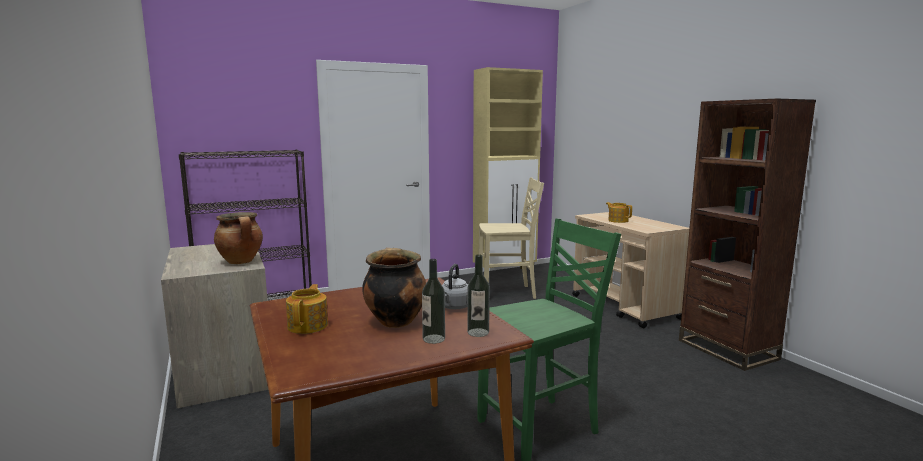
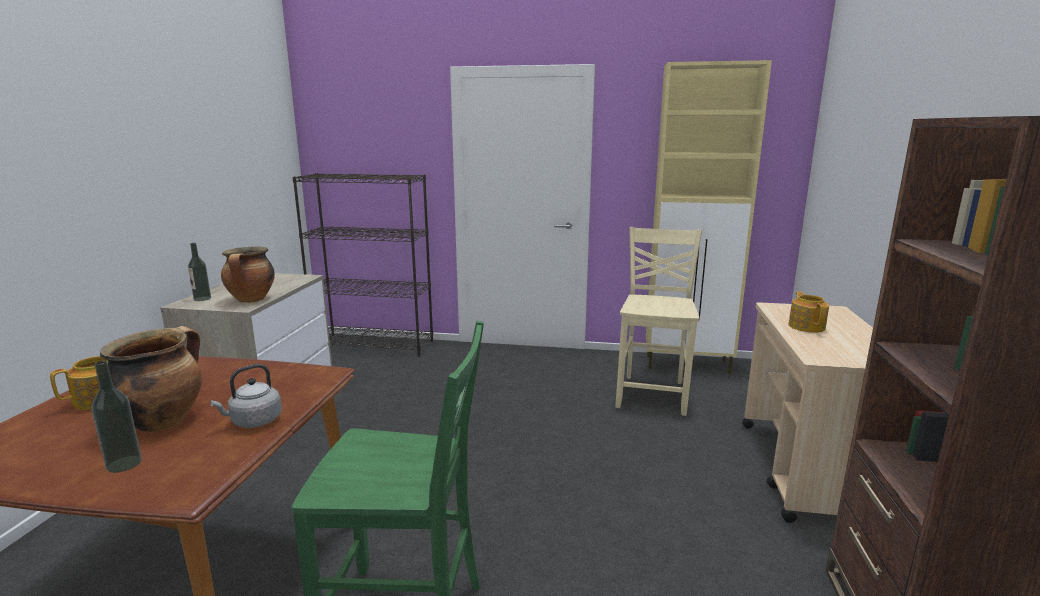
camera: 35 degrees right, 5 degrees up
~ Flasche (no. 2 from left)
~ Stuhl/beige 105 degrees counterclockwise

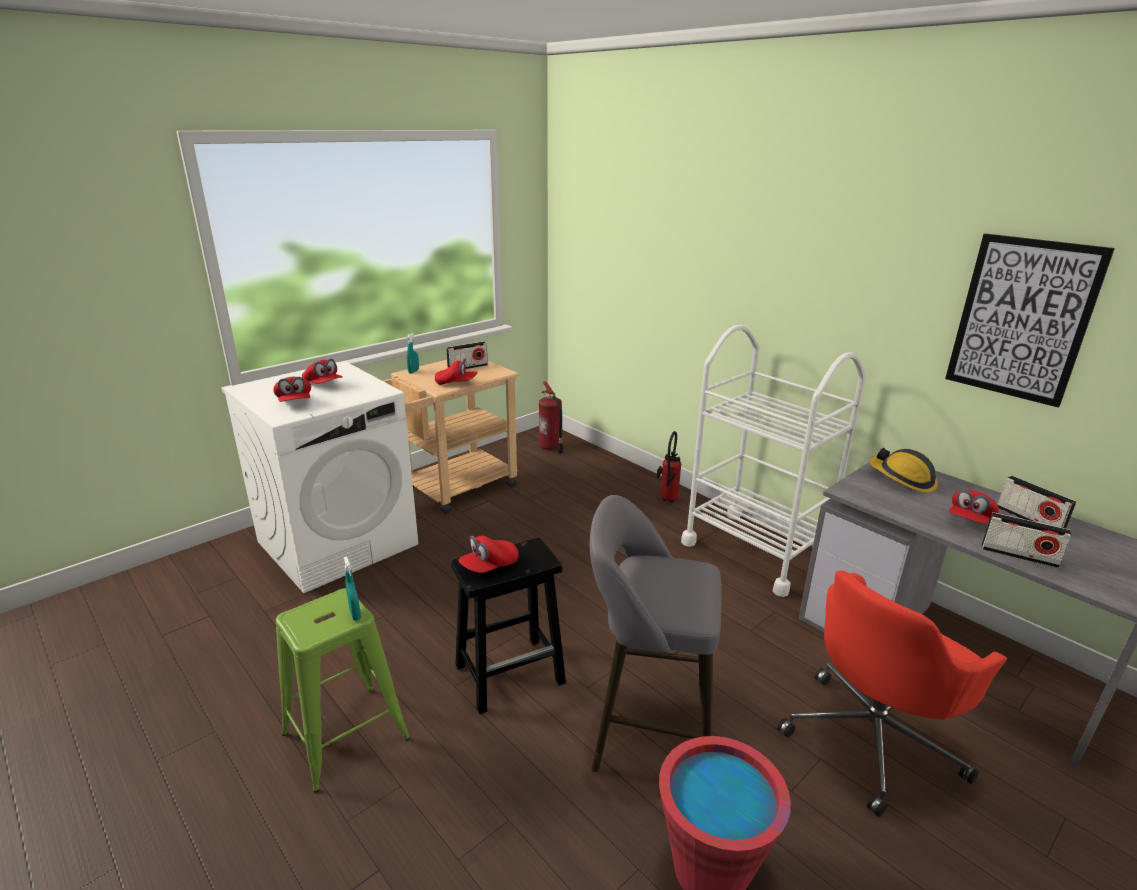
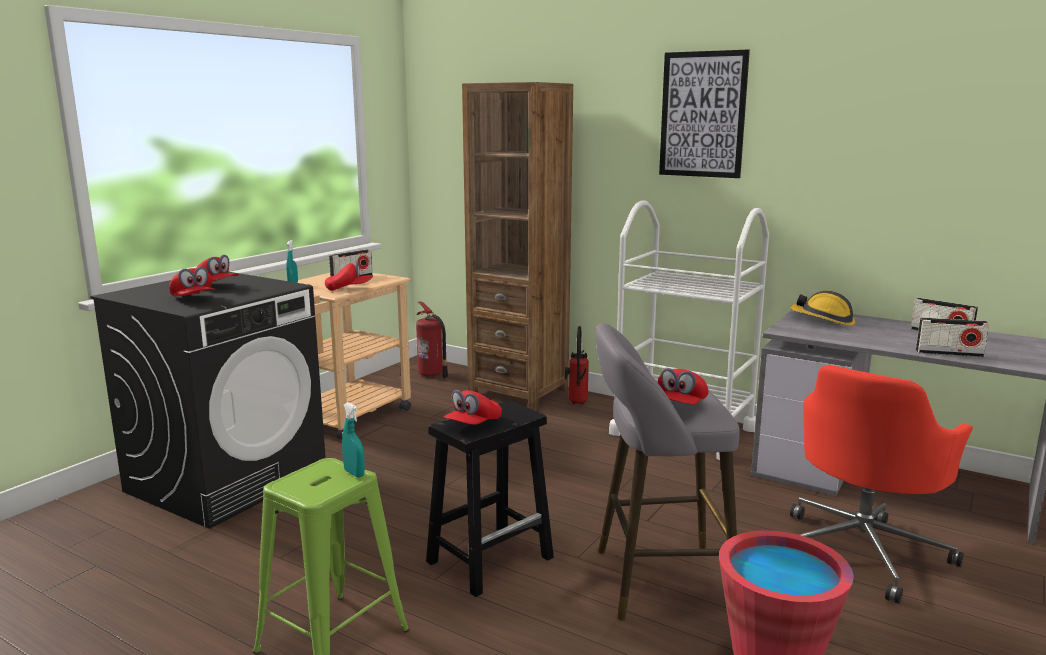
camera: 15 degrees left, 10 degrees down
~ Waschmaschine/weiß to Waschmaschine/schwarz
+ Bücherregal/braun
~ Kappe/rot (no. 5 from left)
~ Bild

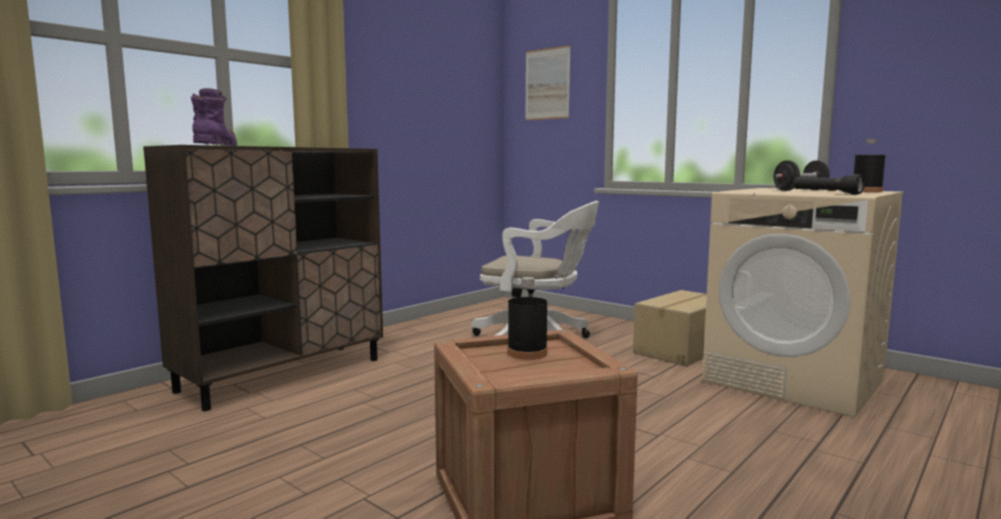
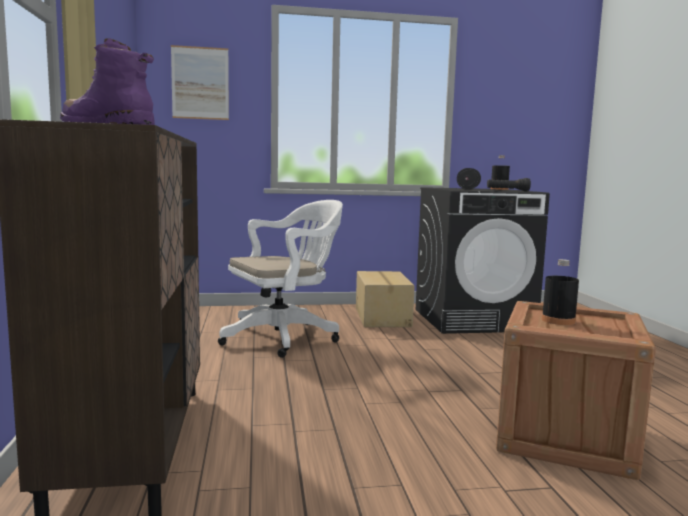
camera: 50 degrees left, 0 degrees up
~ Waschmaschine/beige to Waschmaschine/schwarz

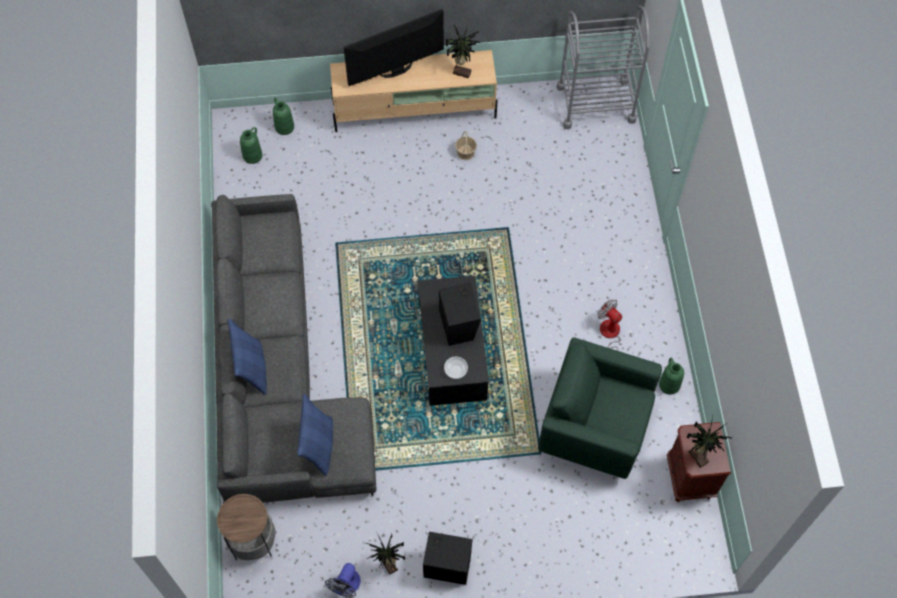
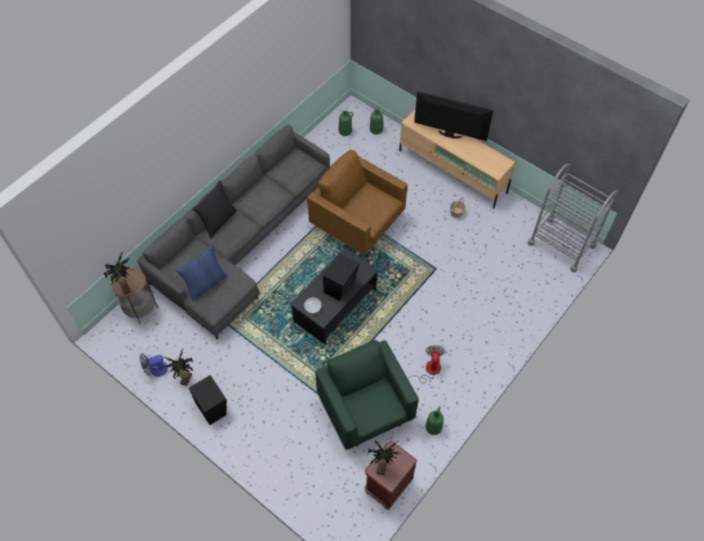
camera: 45 degrees right, 5 degrees down
~ Topfpflanze (no. 2 from left in the first image) to Topfpflanze (no. 1 from left)
~ Kissen/blau (no. 1 from left) to Kissen/schwarz
+ Sessel/braun

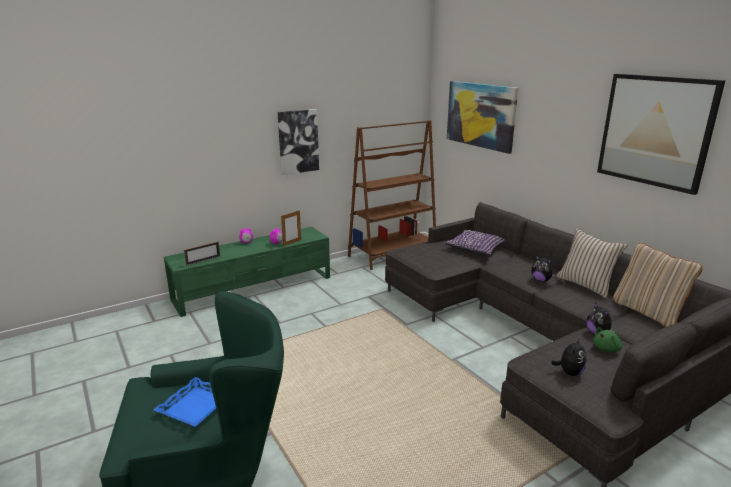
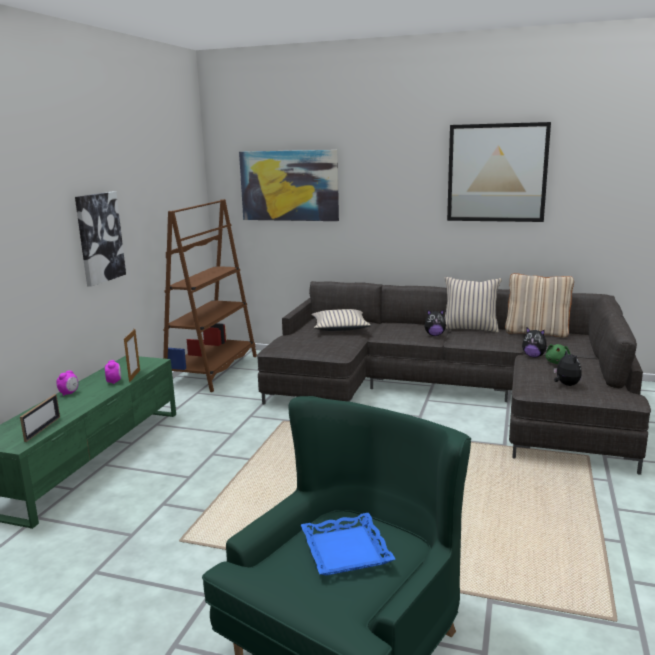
camera: 40 degrees left, 5 degrees down
~ Kissen/lila to Kissen/beige (no. 1 from left)

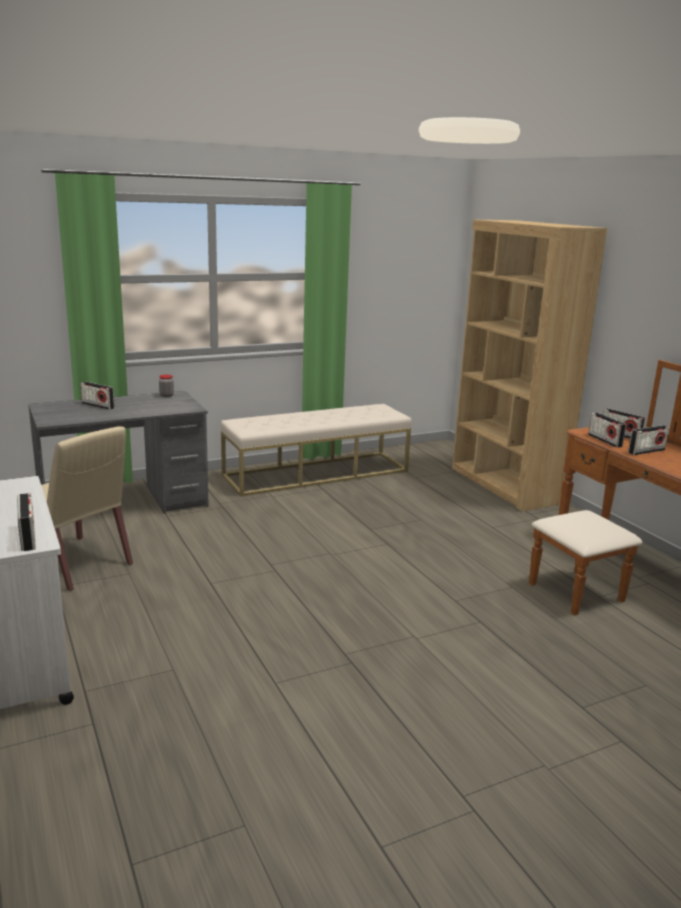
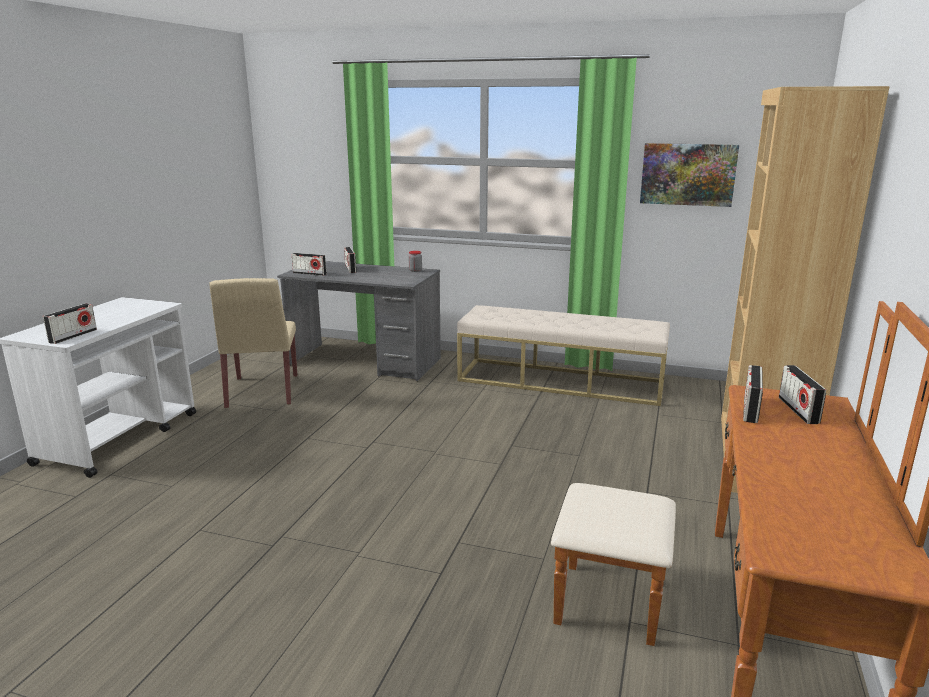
camera: 45 degrees right, 0 degrees up
~ Radio (no. 5 from left in the first image) to Radio (no. 2 from left)
+ Bild

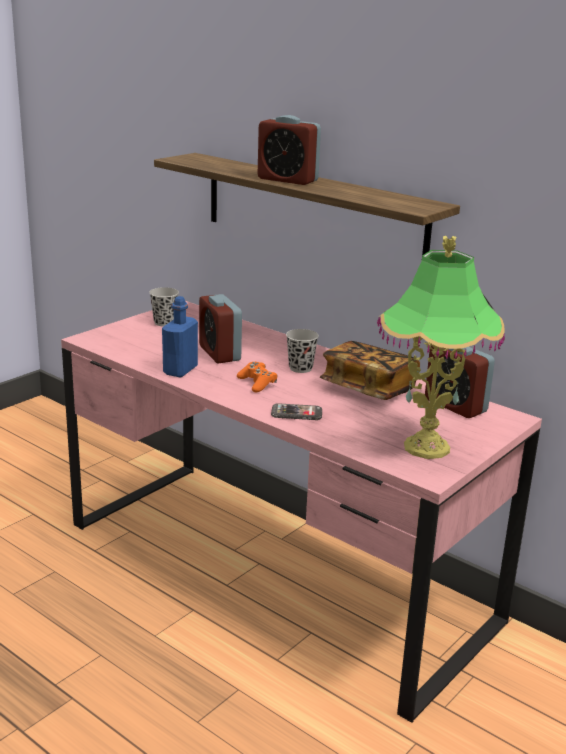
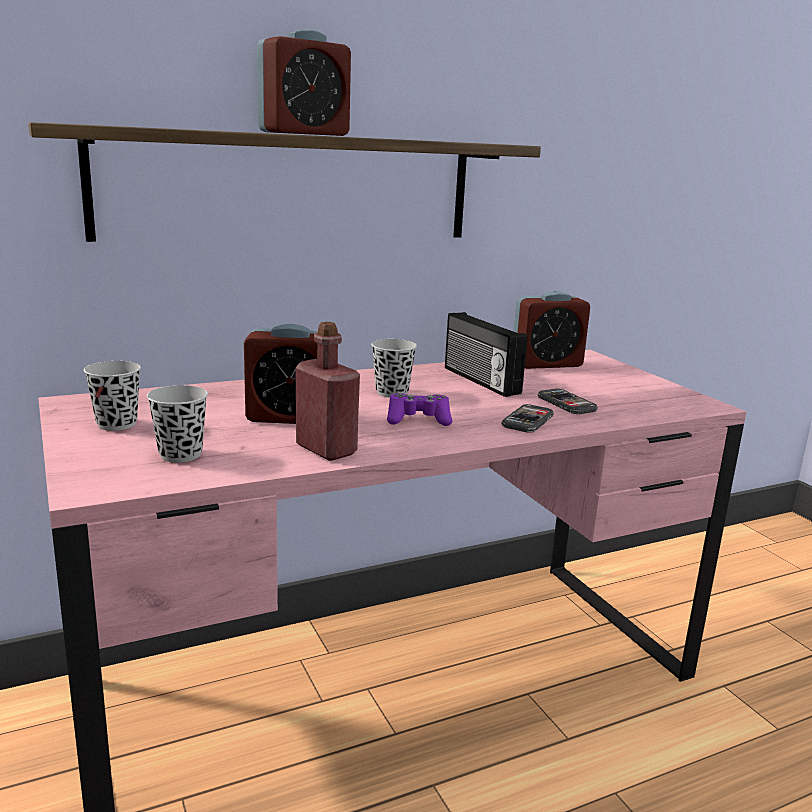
camera: 65 degrees left, 5 degrees down
+ Tasse/schwarz (no. 2 from left)
~ Flasche/blau to Flasche/rot
~ Gamepad/orange to Gamepad/lila
~ Buch to Radio
+ Handy (no. 2 from left)
- Tischlampe

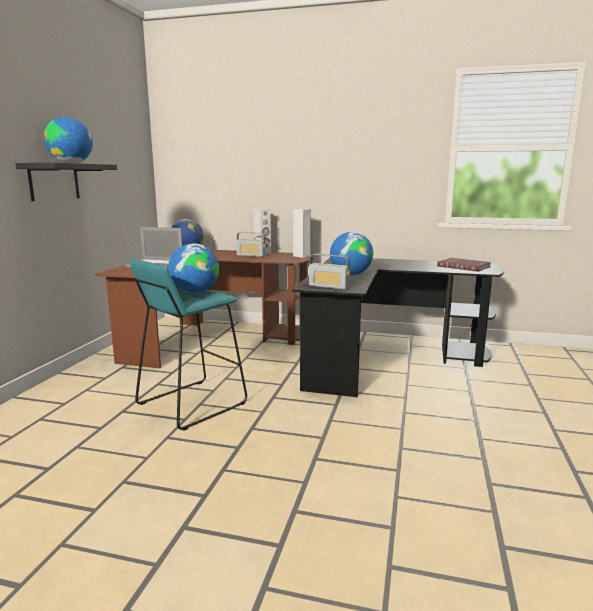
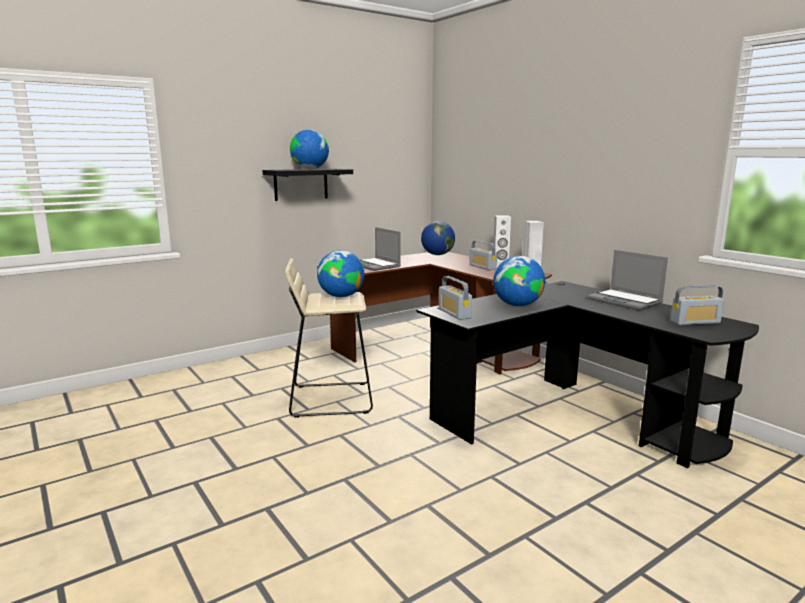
camera: 40 degrees right, 0 degrees up
~ Hocker/türkis to Hocker/beige
+ Laptop (no. 2 from left)
~ Buch/rot to Radio (no. 3 from left)

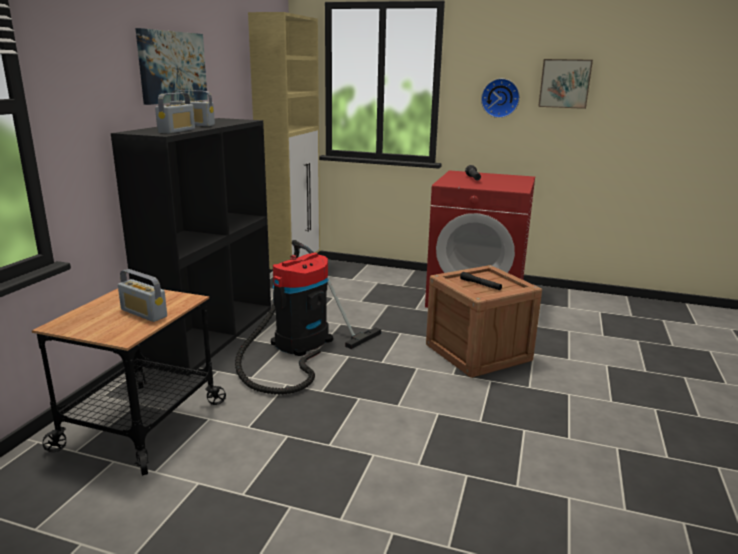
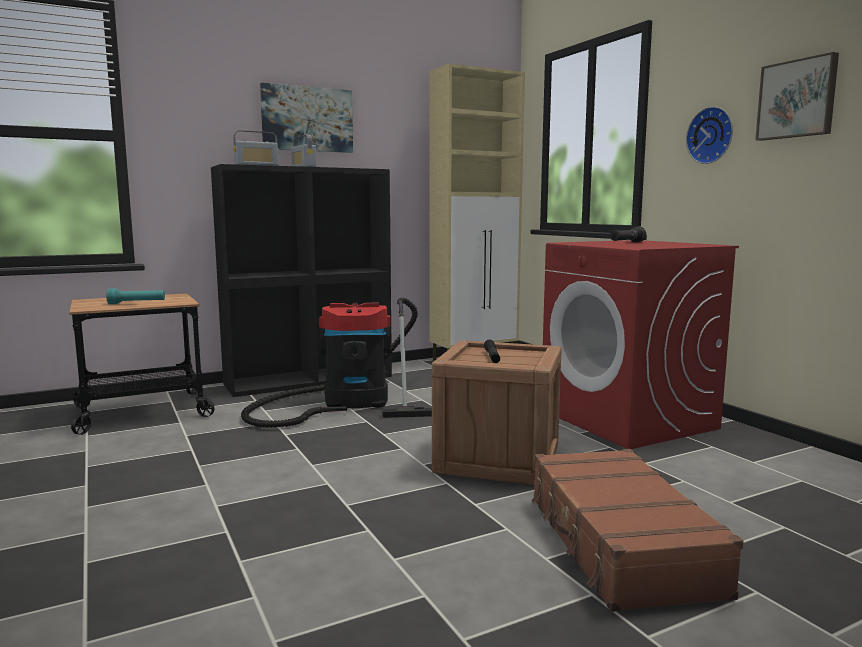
camera: 45 degrees right, 10 degrees down
~ Radio (no. 1 from left) to Taschenlampe/türkis
+ Koffer/braun

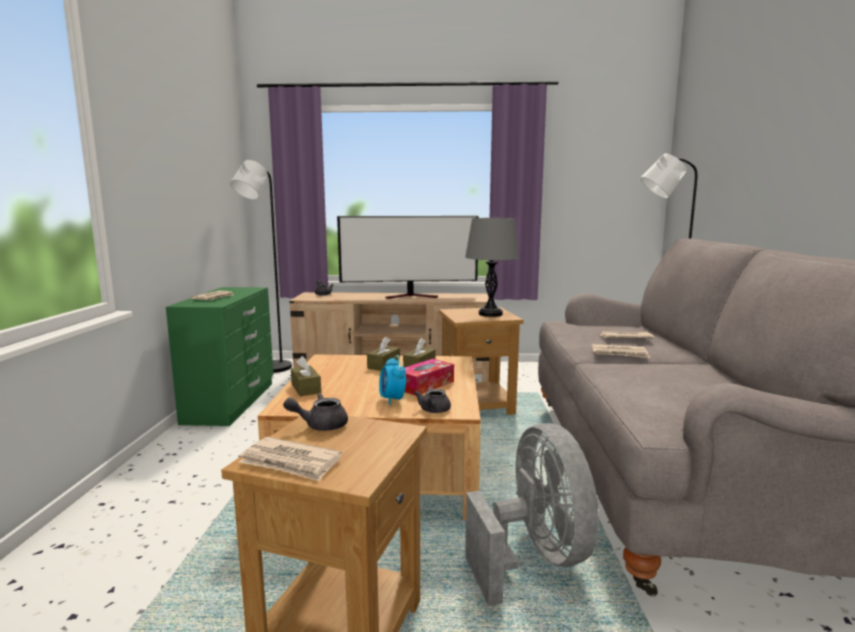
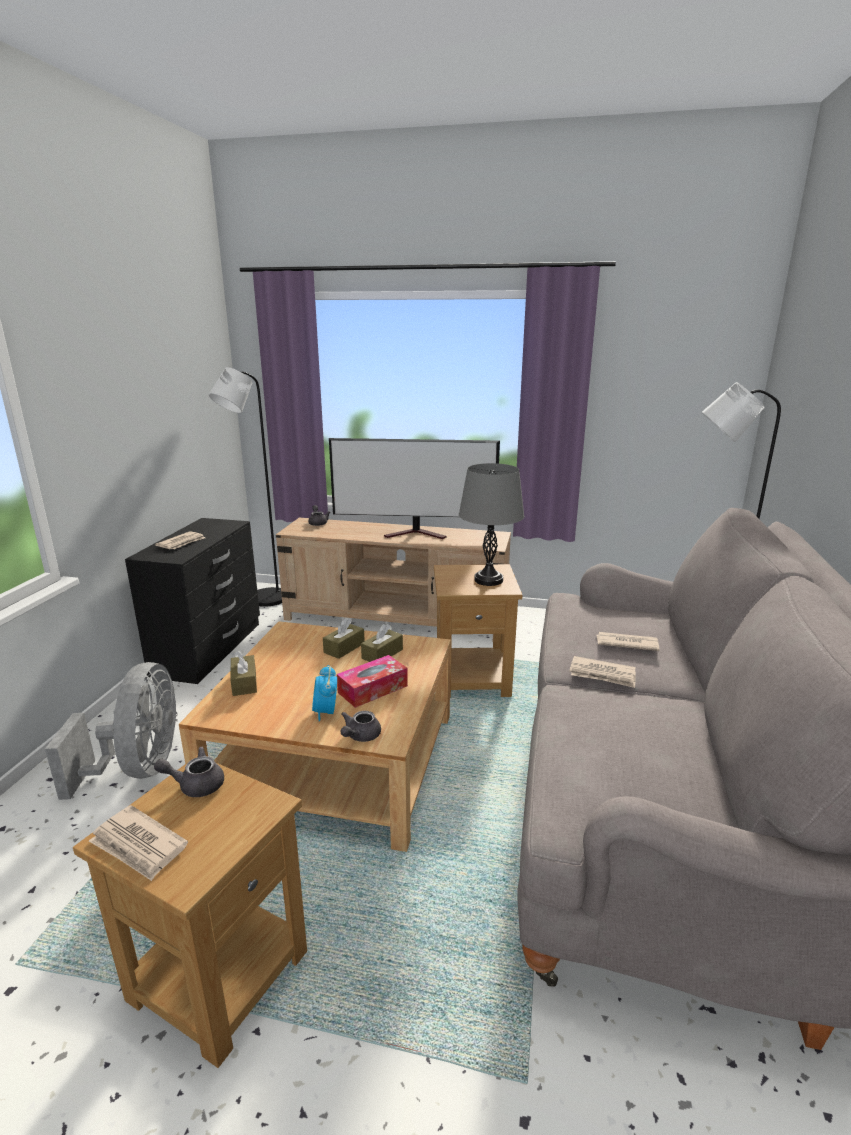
camera: 10 degrees right, 10 degrees up
~ Ventilator/grau
~ Kommode/grün to Kommode/schwarz

